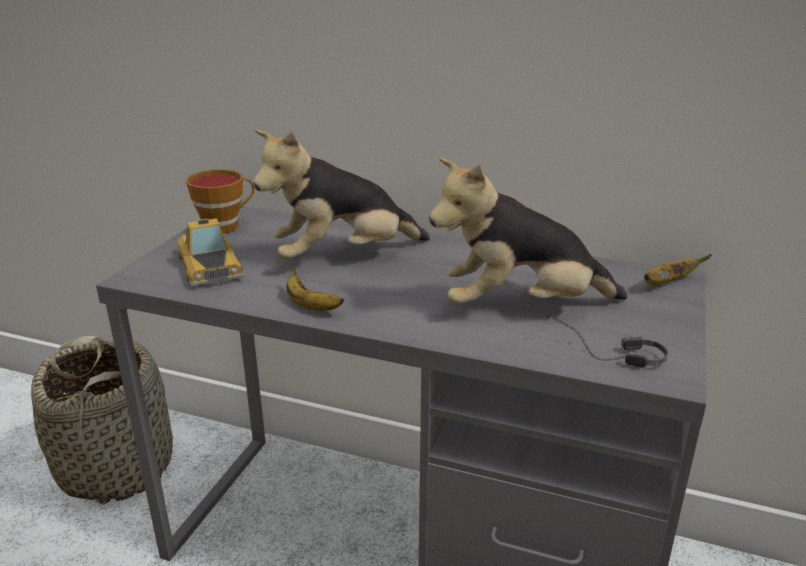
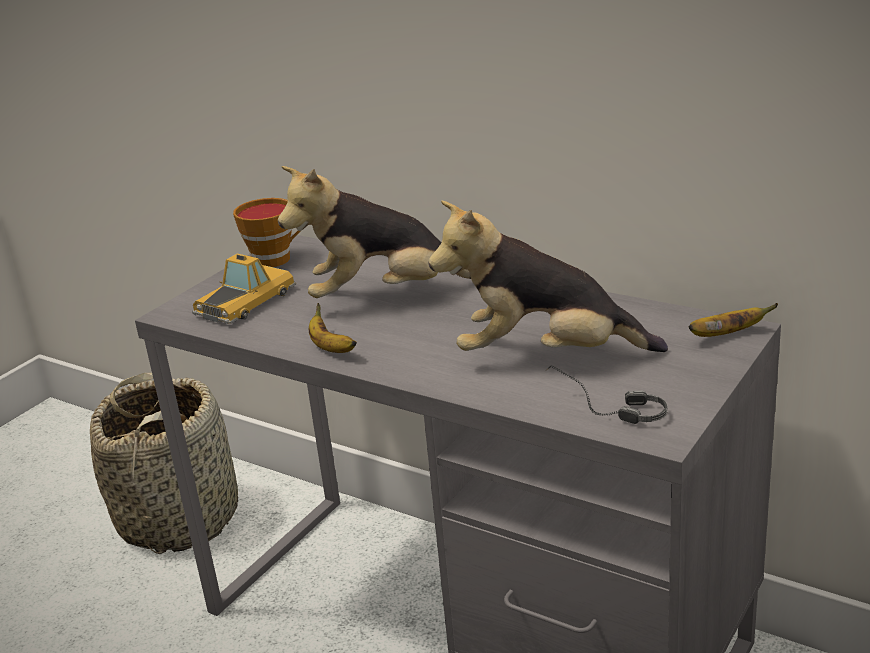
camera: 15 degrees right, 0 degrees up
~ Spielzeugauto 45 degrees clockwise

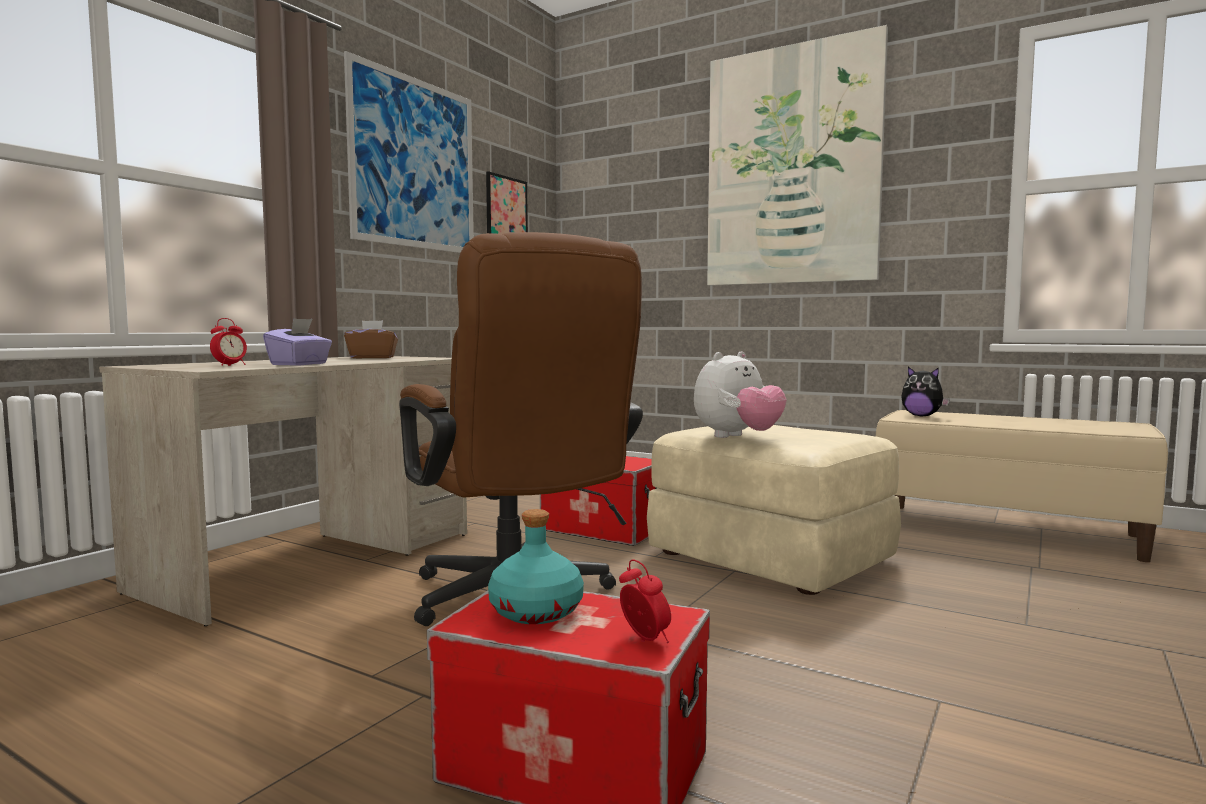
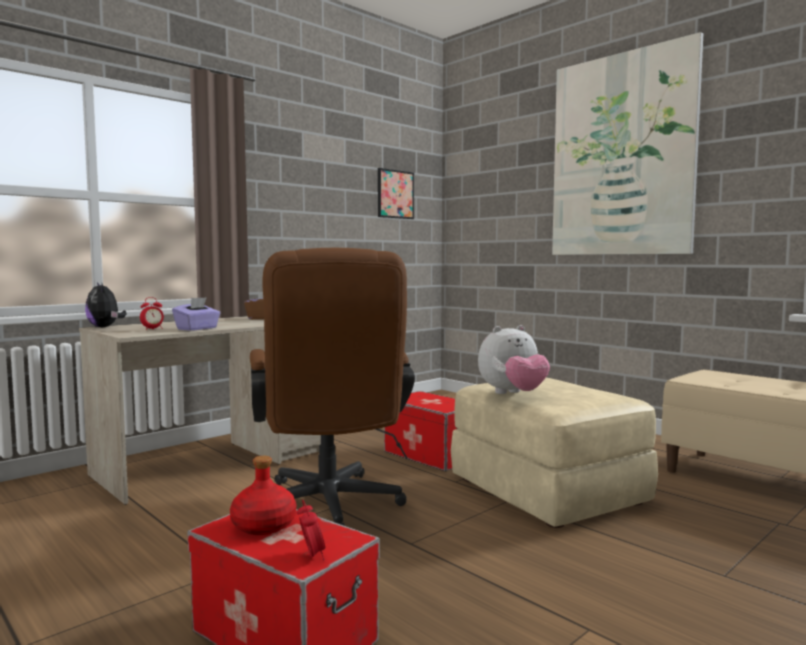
camera: 15 degrees right, 0 degrees up
~ Plüschtier (no. 2 from left in the first image) to Plüschtier (no. 1 from left)
~ Flasche/türkis to Flasche/rot
- Bild (no. 1 from left)

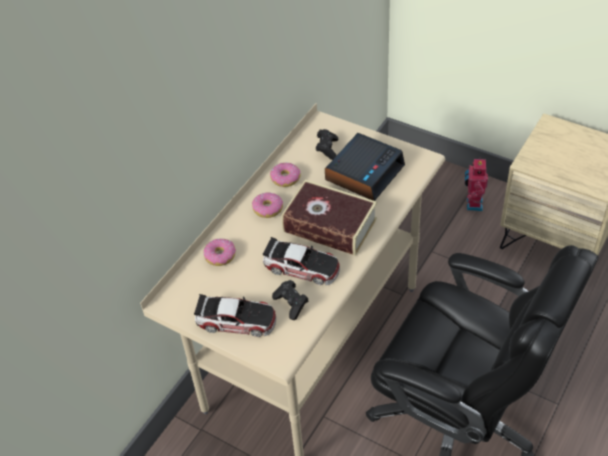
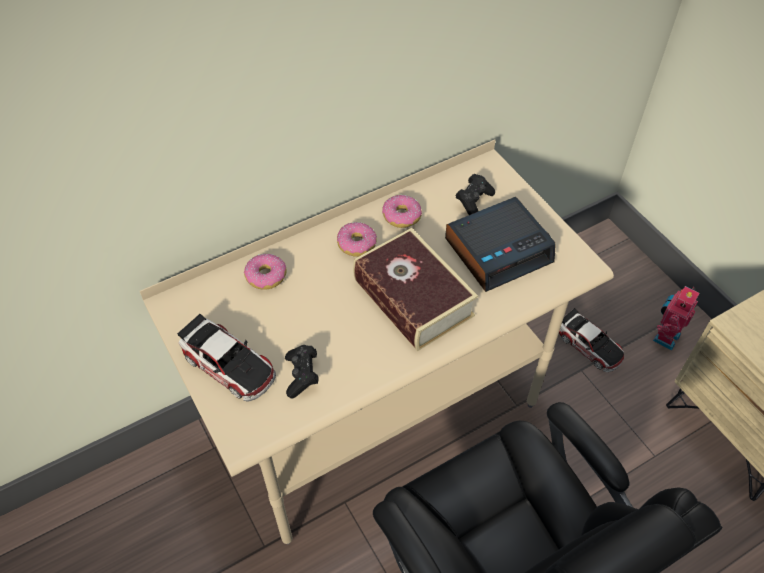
camera: 25 degrees right, 5 degrees up
~ Spielzeugauto (no. 2 from left)

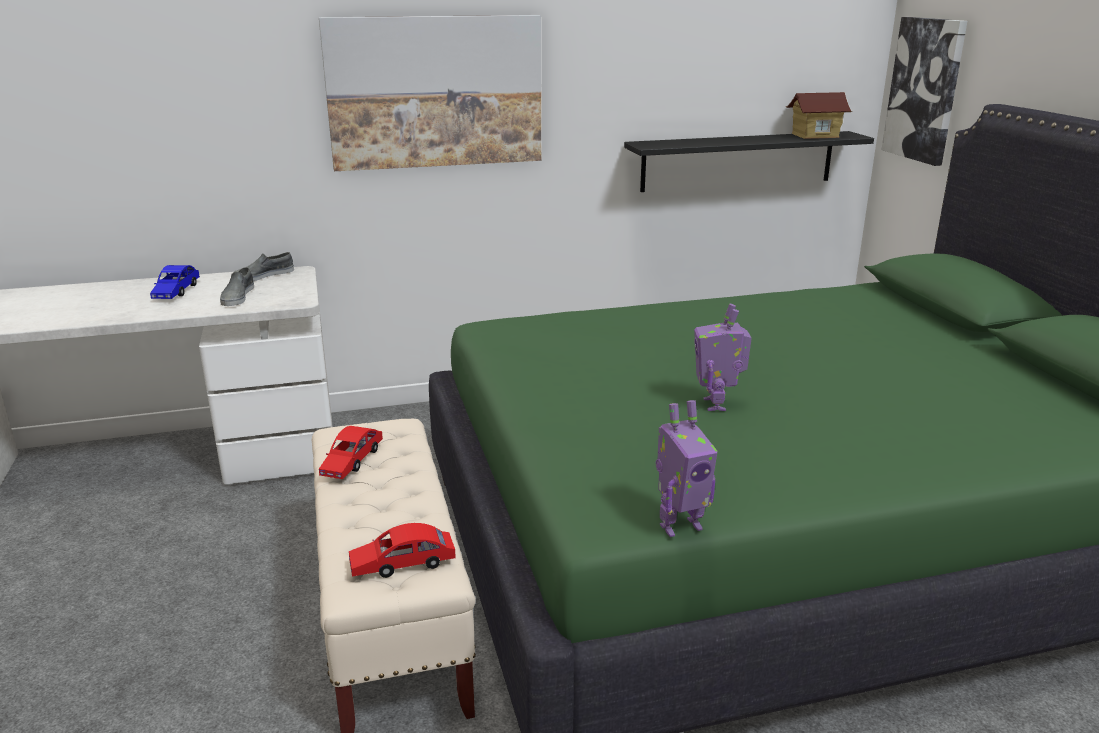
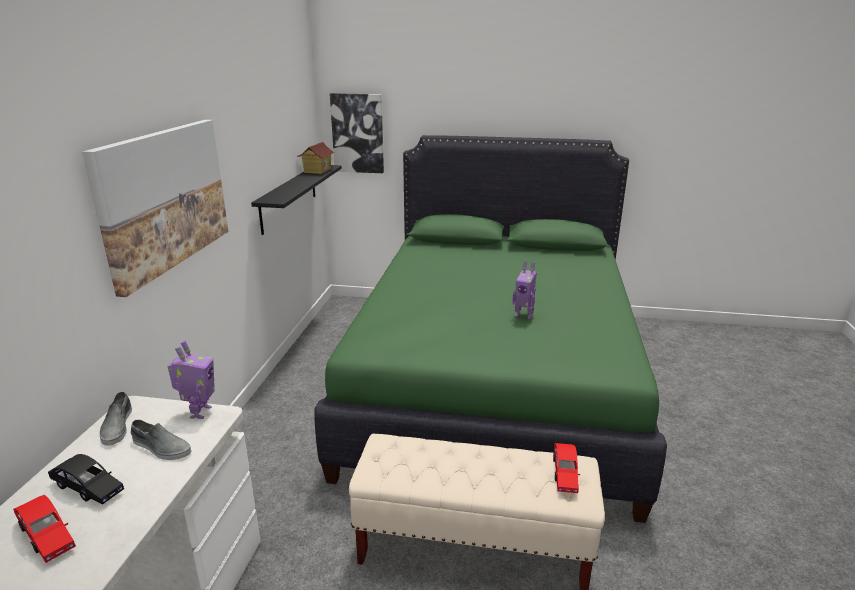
camera: 65 degrees left, 0 degrees up
~ Spielzeugauto/rot (no. 1 from left)
~ Spielzeugauto/blau to Spielzeugauto/schwarz
~ Spielzeugroboter (no. 1 from left)

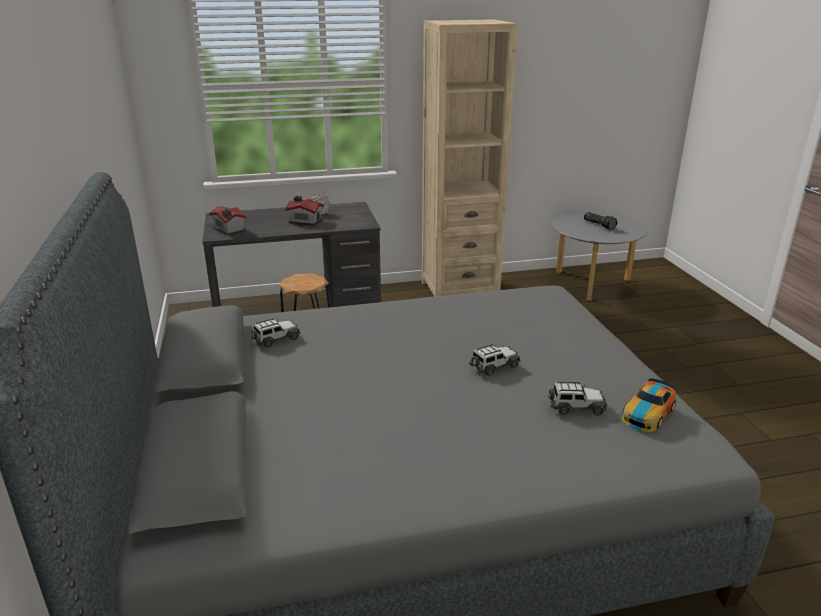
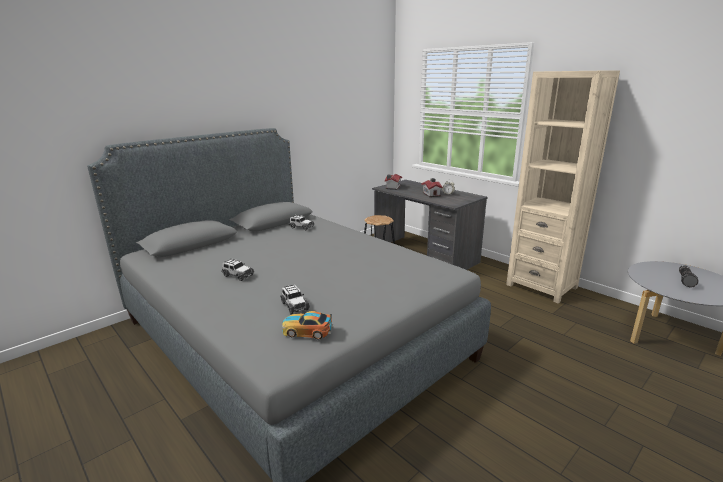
camera: 60 degrees right, 5 degrees down
~ Spielzeugauto (no. 2 from left in the first image) to Spielzeugauto (no. 1 from left)

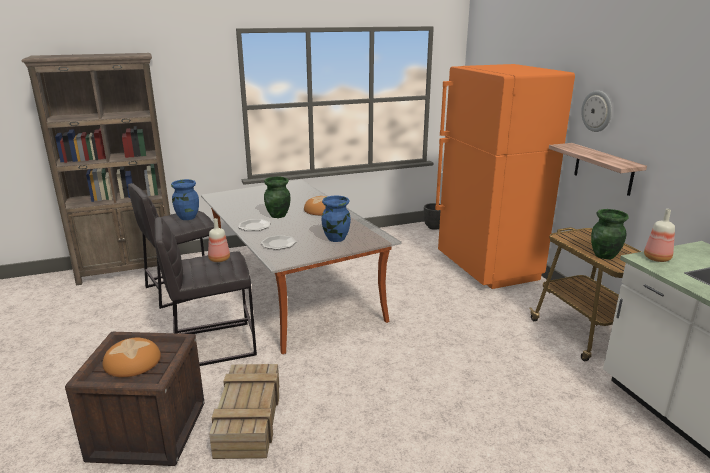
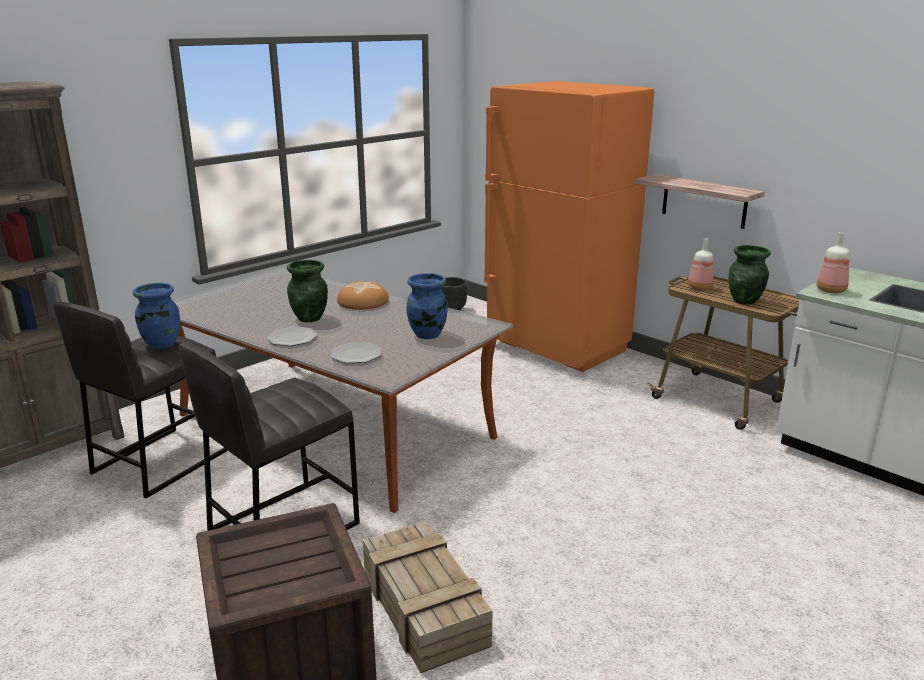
camera: 25 degrees left, 0 degrees up
~ Flasche (no. 1 from left)
- Brot (no. 1 from left)
- Wanduhr

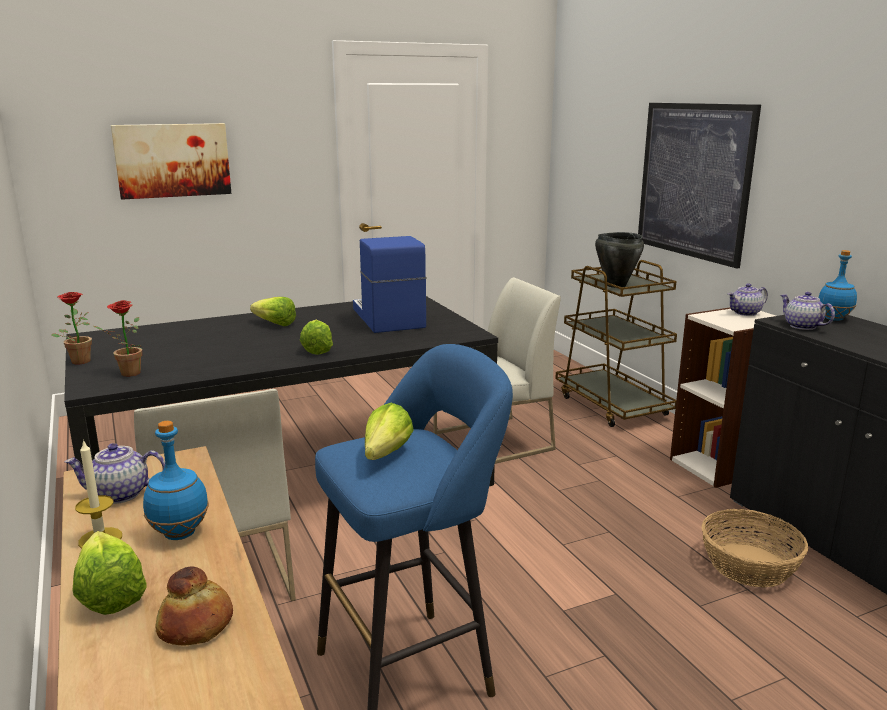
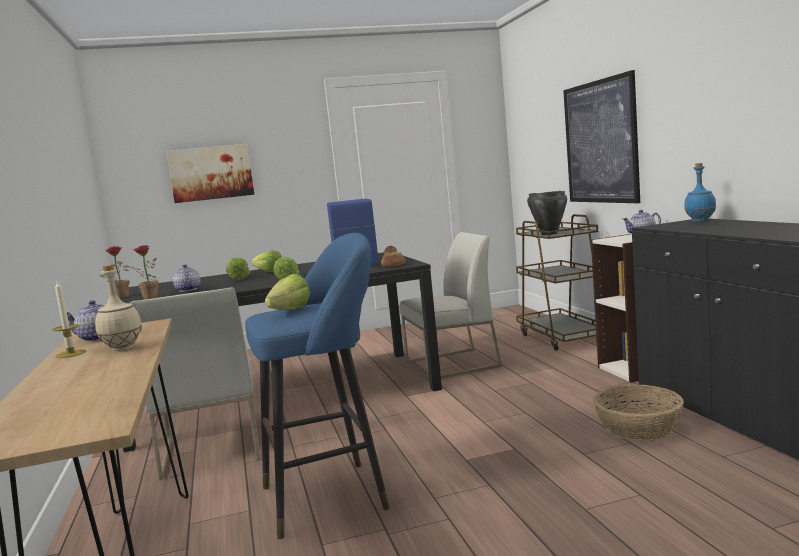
camera: 10 degrees right, 10 degrees down
~ Flasche/blau (no. 1 from left) to Flasche/beige
~ Teekanne (no. 3 from left in the first image) to Teekanne (no. 2 from left)
~ Salatkopf (no. 1 from left)
~ Brot

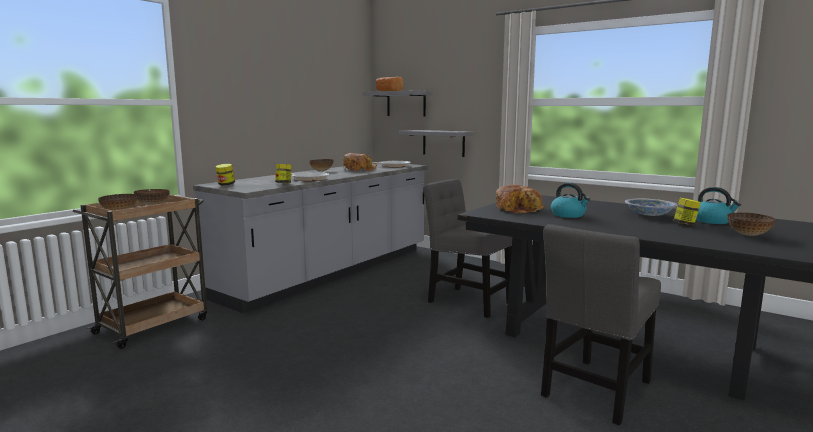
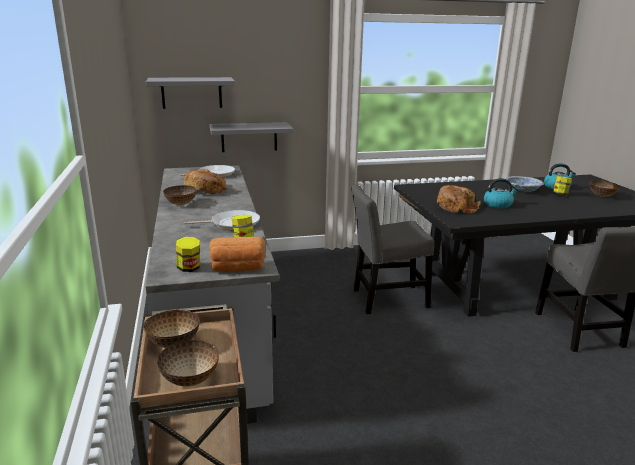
camera: 50 degrees left, 10 degrees up
~ Brot (no. 2 from left)

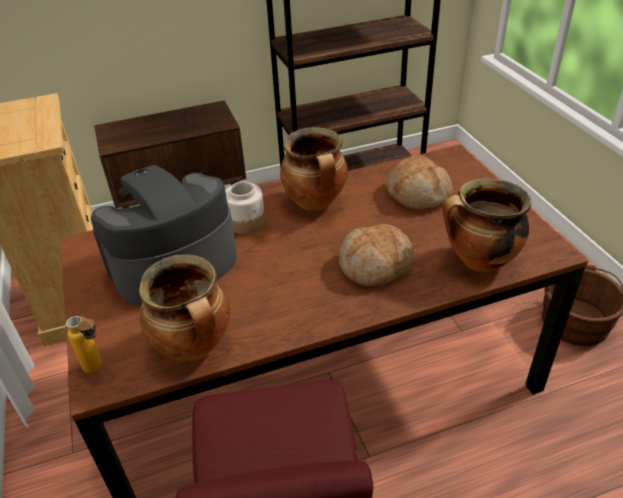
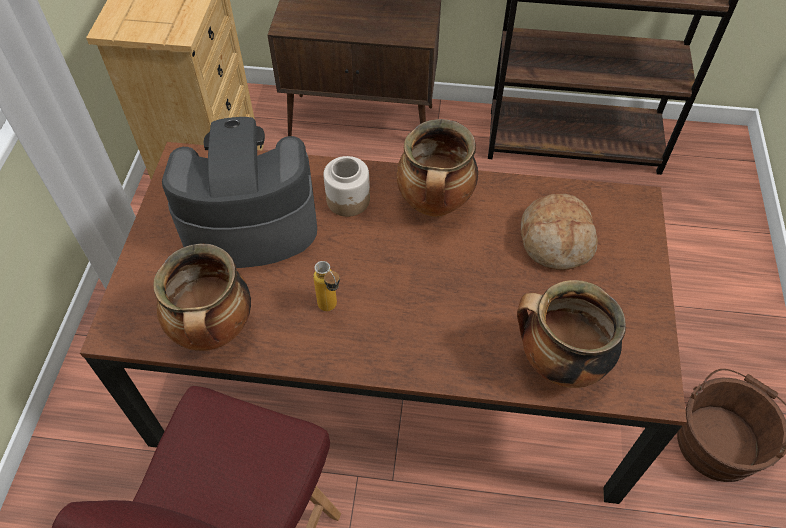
camera: 25 degrees right, 15 degrees up
~ Flasche
- Brot (no. 1 from left)

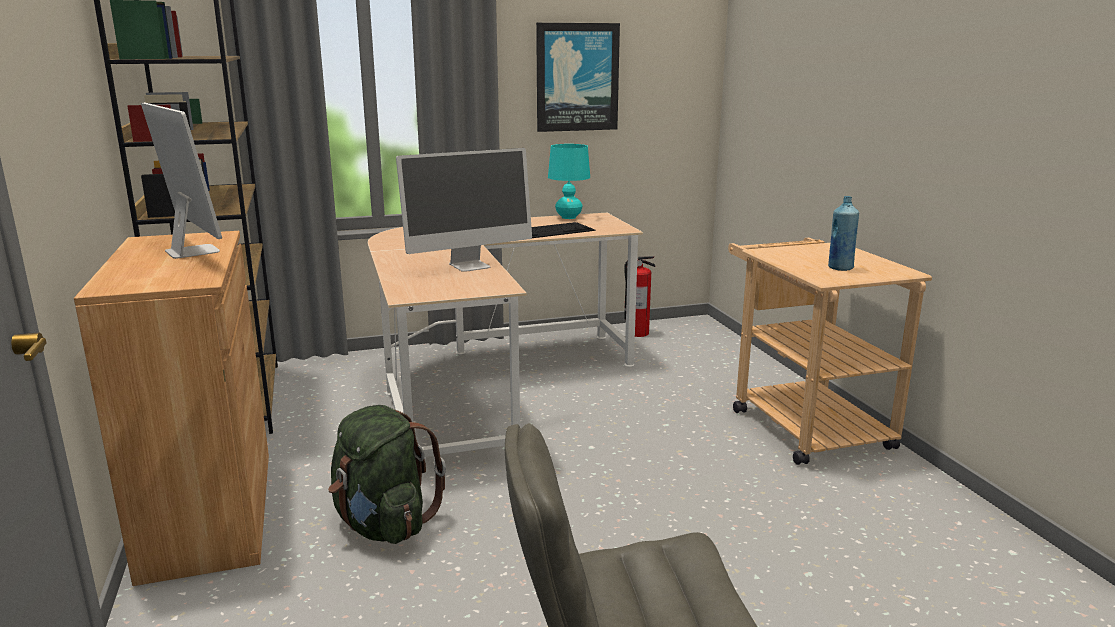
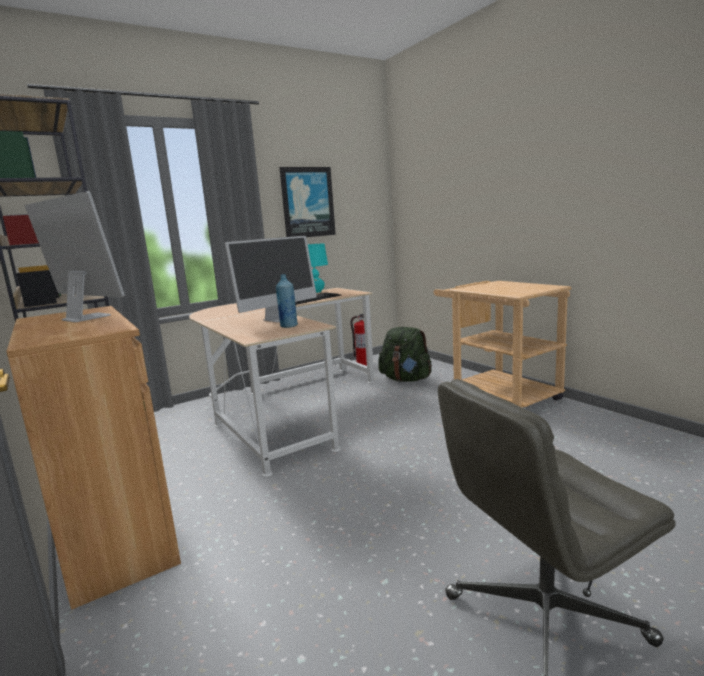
camera: 15 degrees left, 5 degrees down
~ Flasche/blau
~ Rucksack/grün

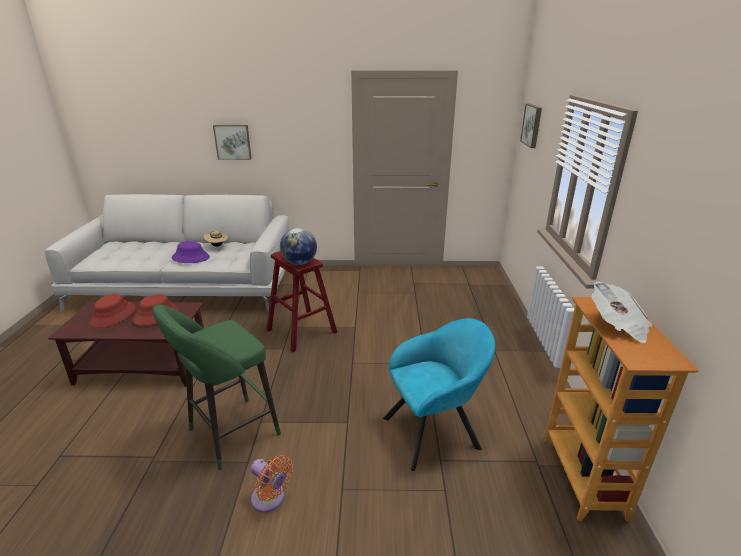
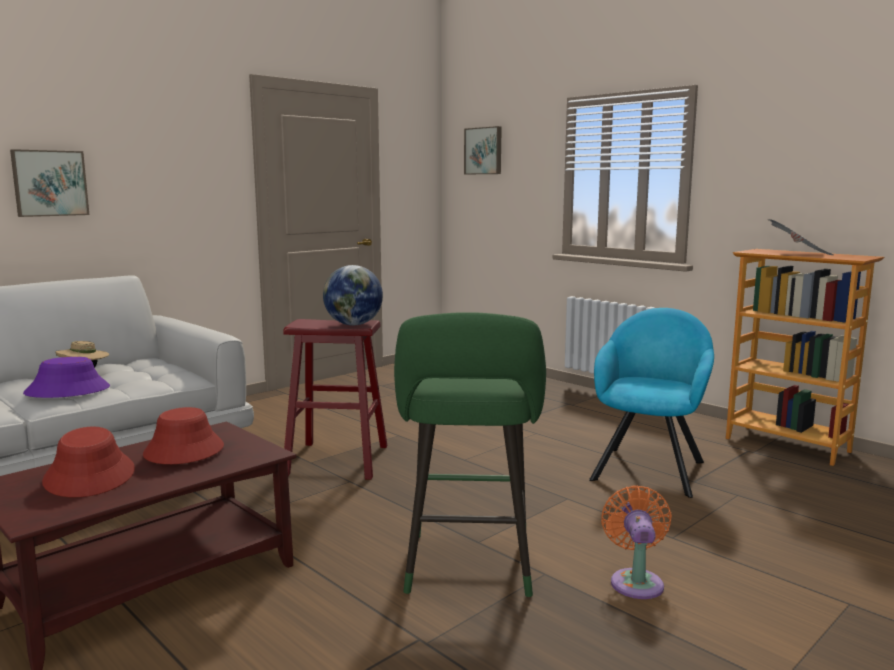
camera: 45 degrees left, 15 degrees down
~ Ventilator/orange 75 degrees counterclockwise

